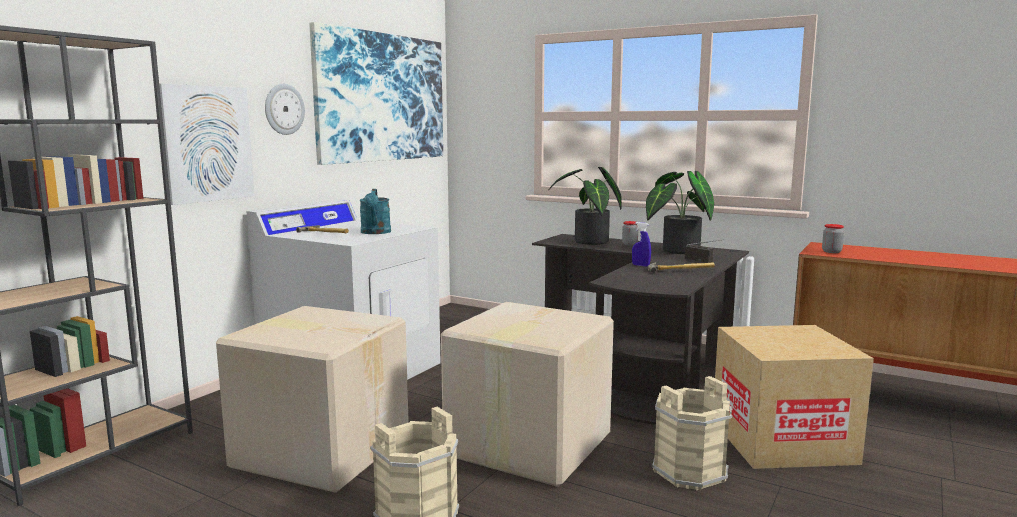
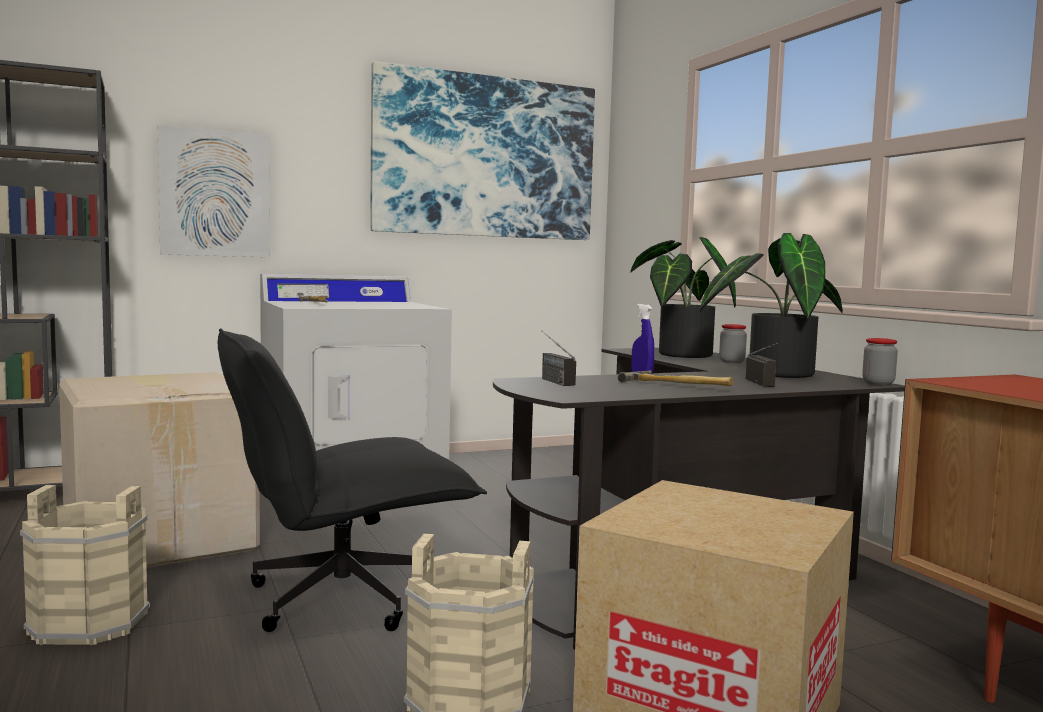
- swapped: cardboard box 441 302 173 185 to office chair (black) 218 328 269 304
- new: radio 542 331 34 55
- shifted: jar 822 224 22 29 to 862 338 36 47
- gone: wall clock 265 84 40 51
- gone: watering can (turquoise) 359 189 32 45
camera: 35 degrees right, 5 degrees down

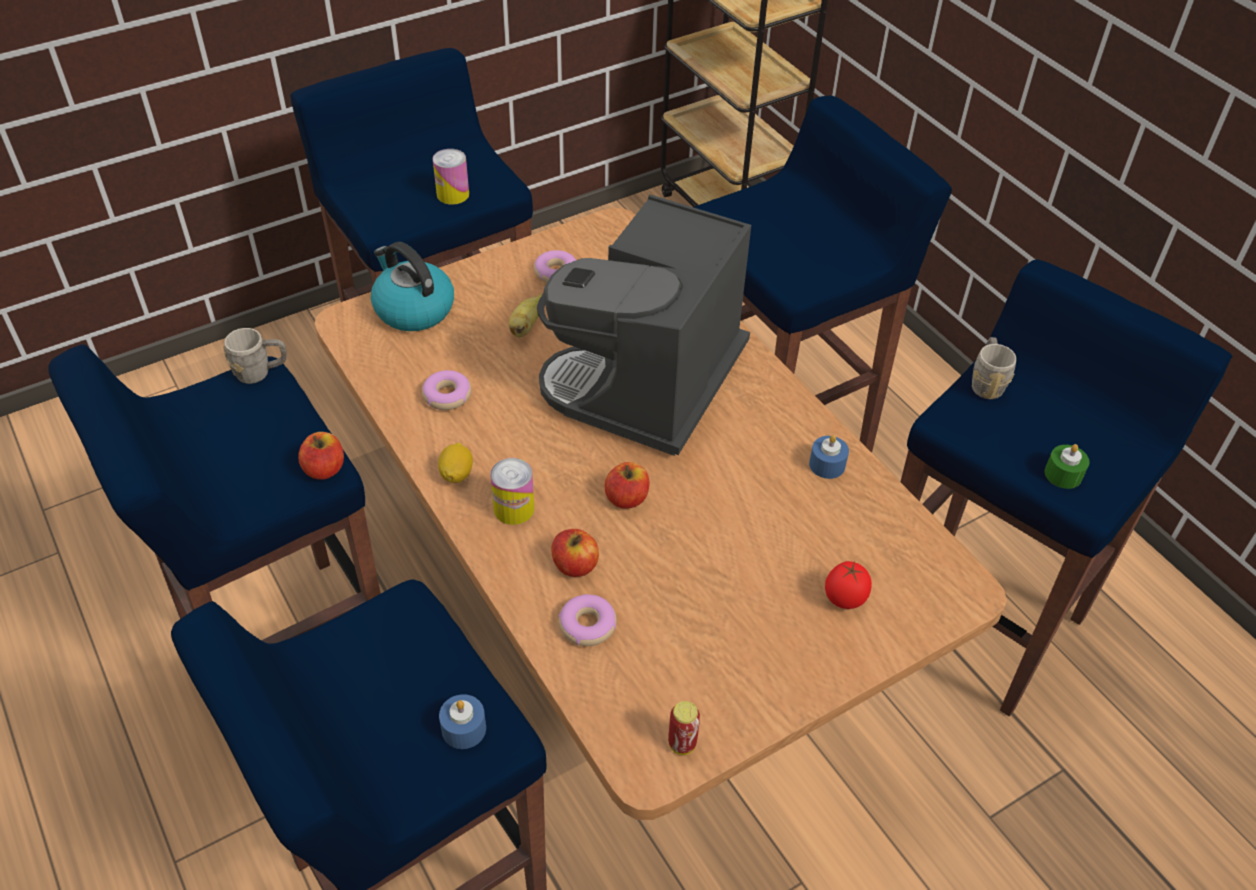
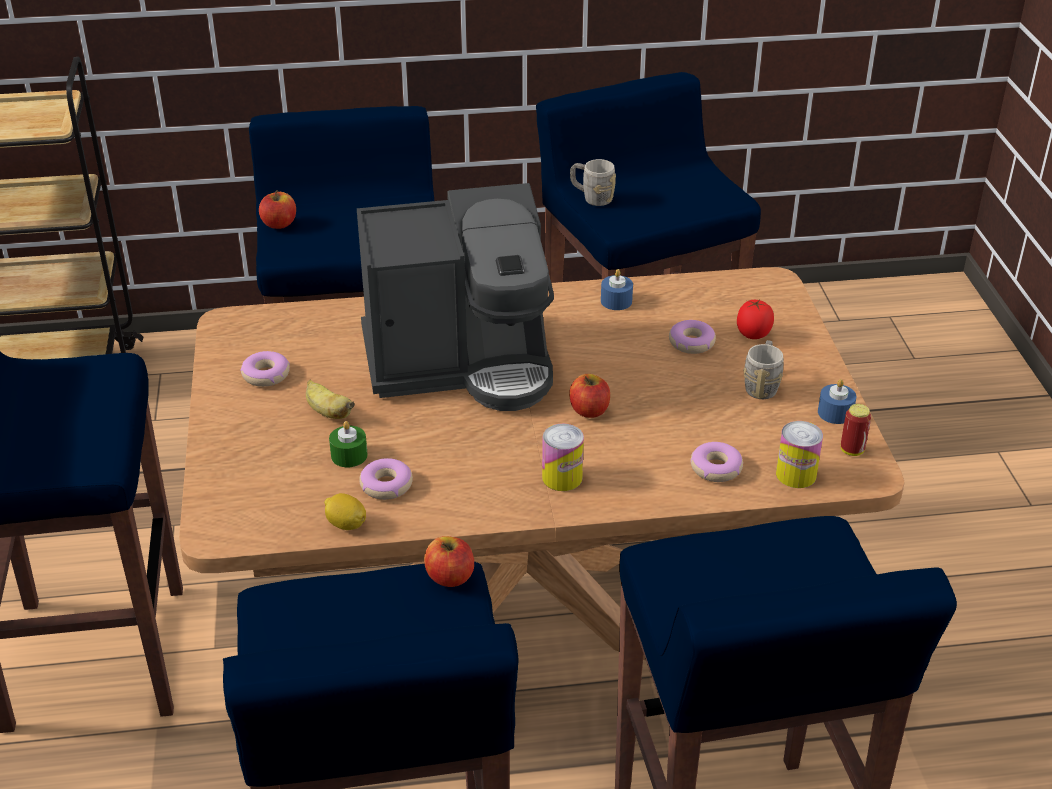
- shifted: apple 551 529 48 48 to 259 190 37 39
- shifted: lemon 438 443 35 40 to 324 493 42 37
- shifted: candle (green) 1045 444 45 45 to 329 421 39 46
- rotated: coffee machine 537 194 214 262 = 357 183 197 228 60 degrees counterclockwise
- new: donut 669 320 47 34
- shifted: mug (grey) 223 328 64 56 to 743 340 41 59
- shifted: can 433 149 36 56 to 776 421 47 67
- shifted: candle (blue) 439 694 47 55 to 818 379 38 45
- gone: kettle 371 242 83 89
camera: 65 degrees left, 10 degrees down

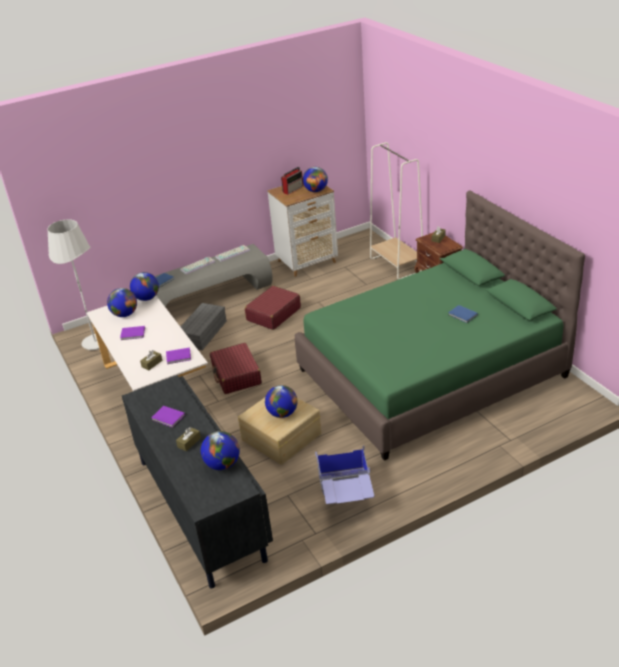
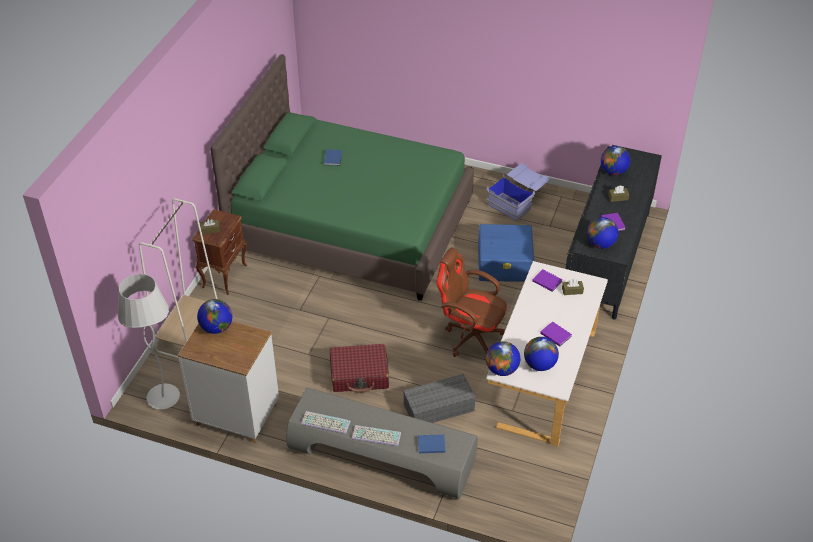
- shifted: floor lamp (white) 47 219 53 131 to 118 274 62 136
- swapped: suitcase (red) 210 343 52 51 to office chair (brown) 437 247 70 110
- repainted: storage box (beige) 238 398 84 67 to storage box (blue) 478 224 56 58
- shifted: globe 265 385 33 33 to 587 217 32 32
- gone: radio 281 167 22 28
camera: 135 degrees left, 10 degrees up

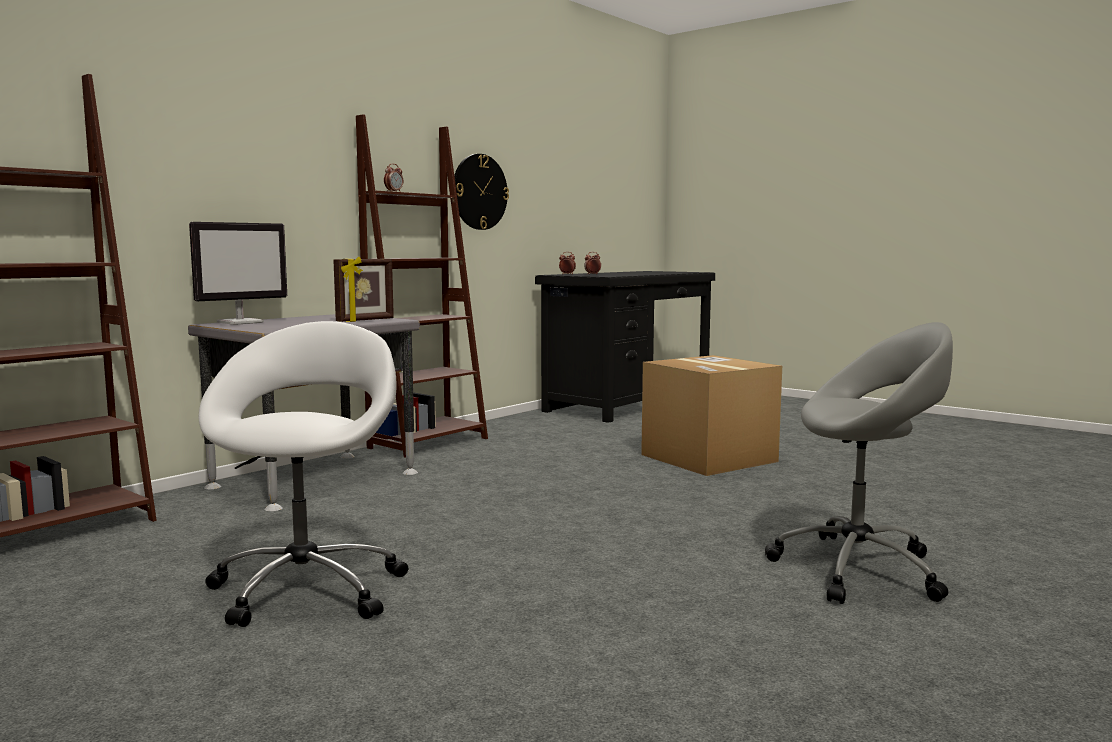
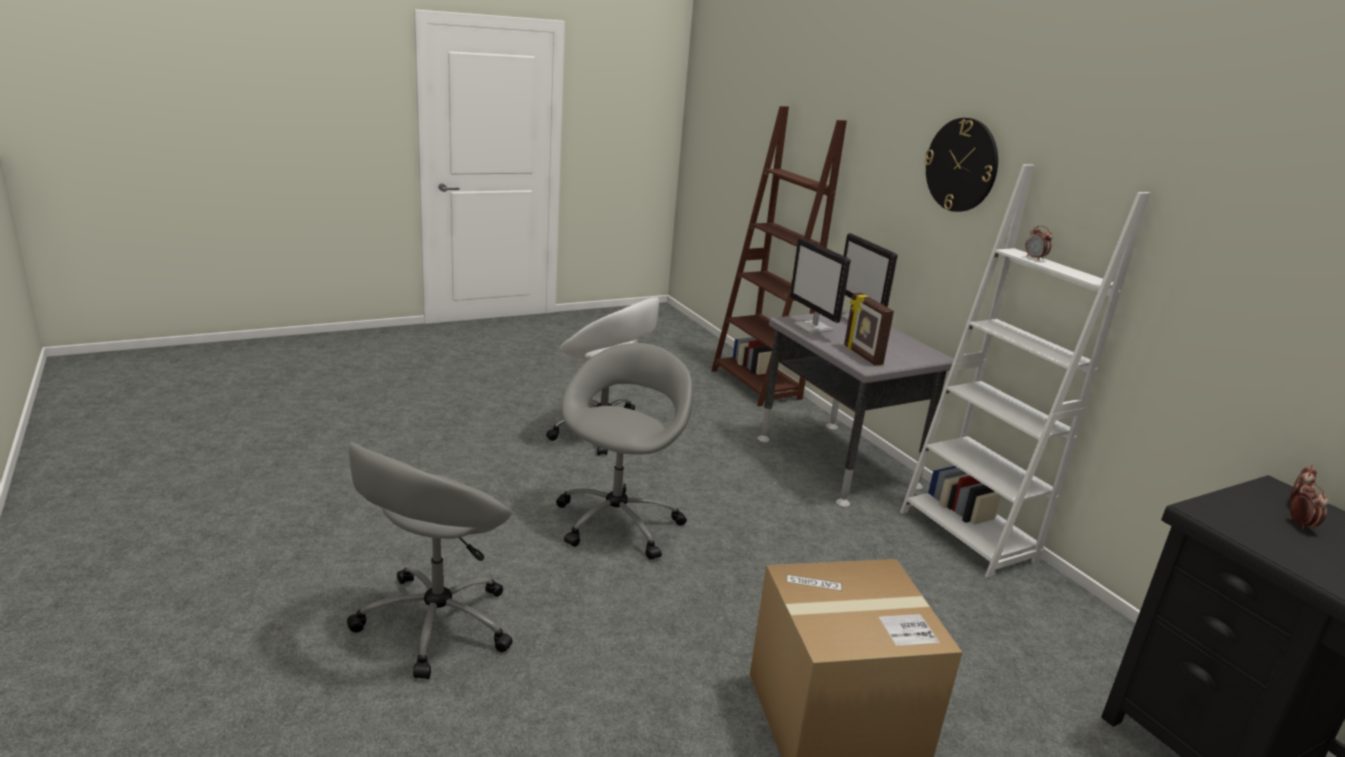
- new: office chair (grey) 556 343 137 217
- new: monitor 790 237 61 97
- repainted: bookcase (brown) 356 114 132 344 to bookcase (white) 900 165 250 413
- shifted: wall clock 454 154 55 76 to 924 118 74 94
camera: 110 degrees right, 15 degrees up

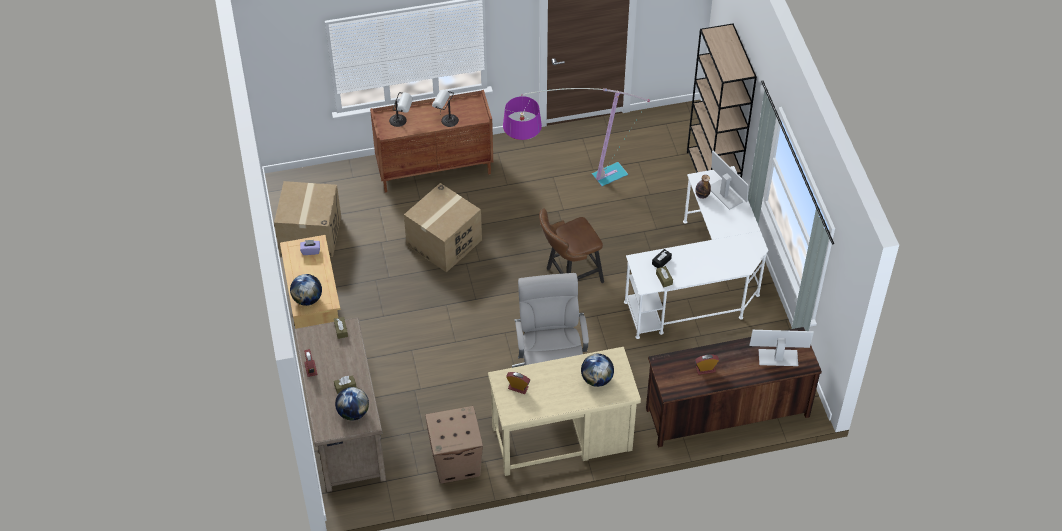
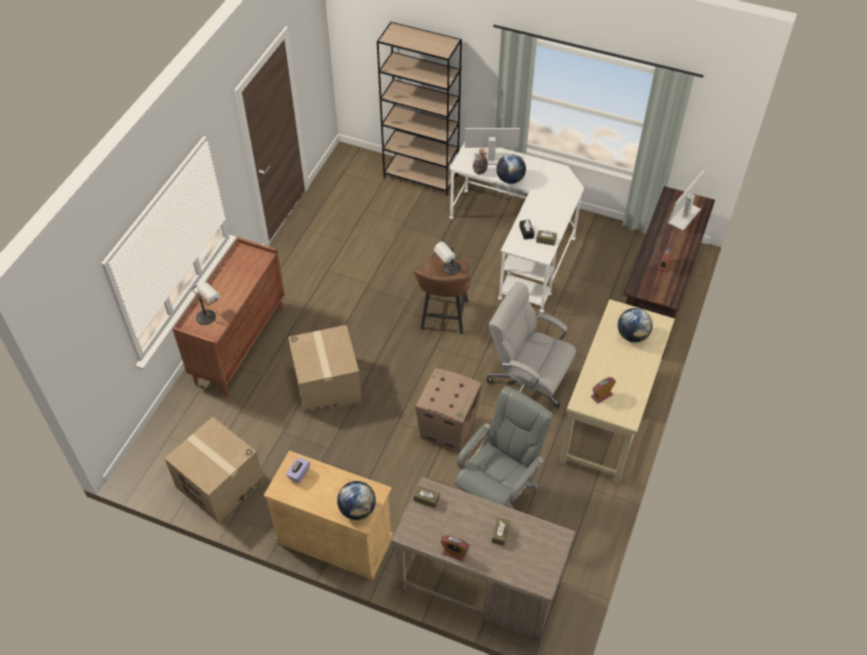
- shifted: cardboard box 425 406 58 78 to 415 368 67 84
- shifted: table lamp 432 90 27 37 to 434 240 28 35
- new: office chair (grey) 454 386 99 124
- shifted: globe 335 387 34 33 to 496 154 30 30
- gone: floor lamp 503 88 147 98
camera: 55 degrees left, 0 degrees up

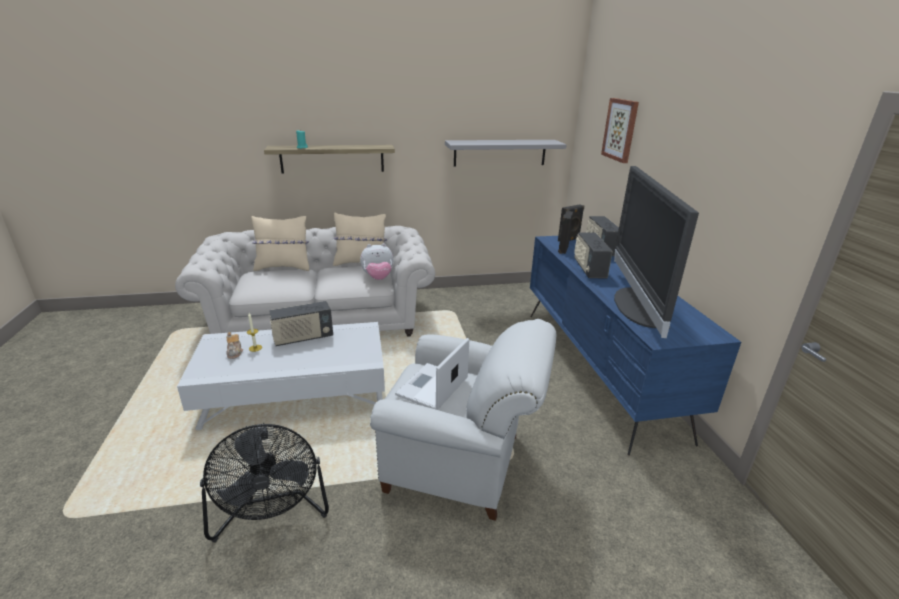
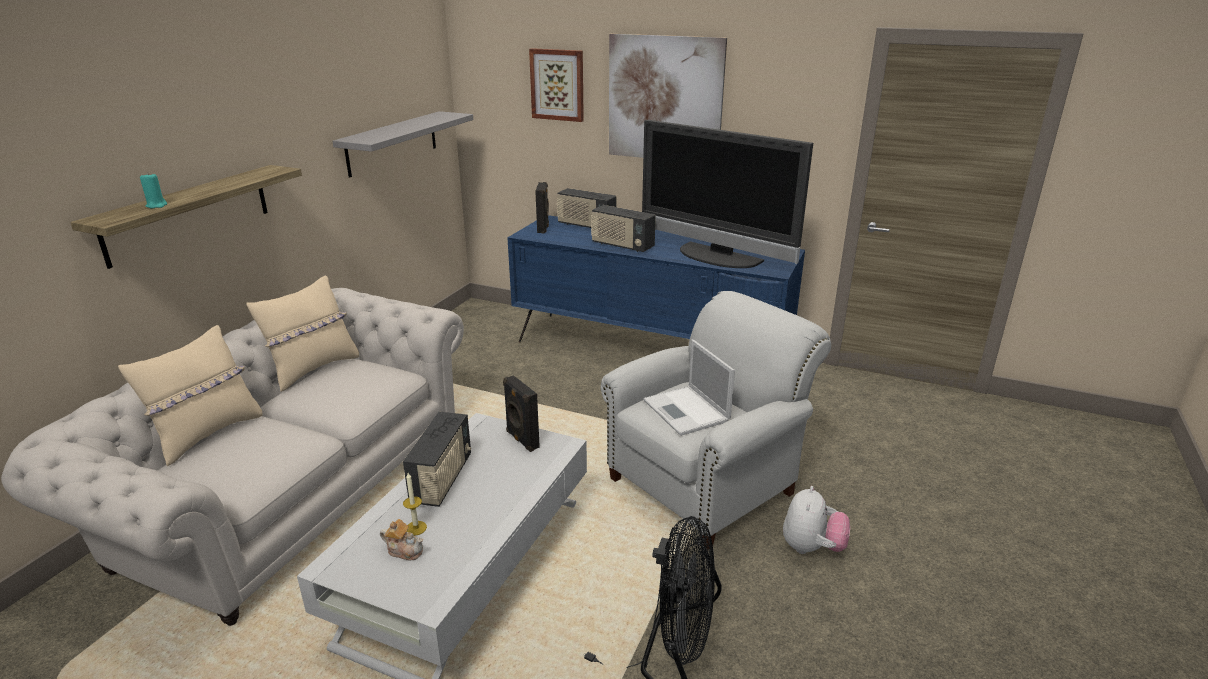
- shifted: speaker (black) 558 211 15 43 to 503 375 37 77
- new: picture 609 34 118 124
- shifted: plush toy 360 243 33 37 to 783 486 67 68
camera: 55 degrees left, 0 degrees up

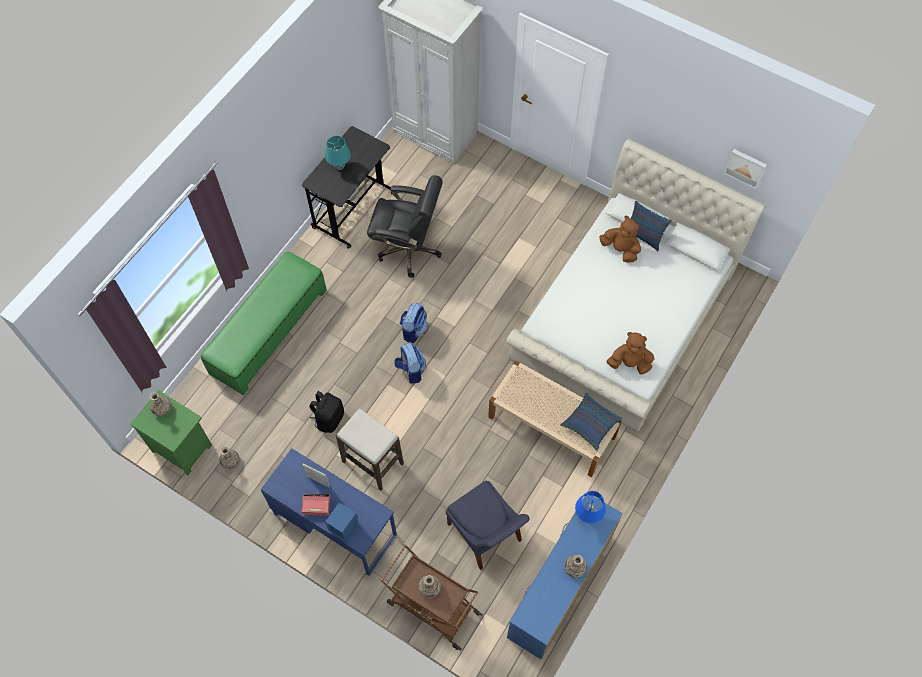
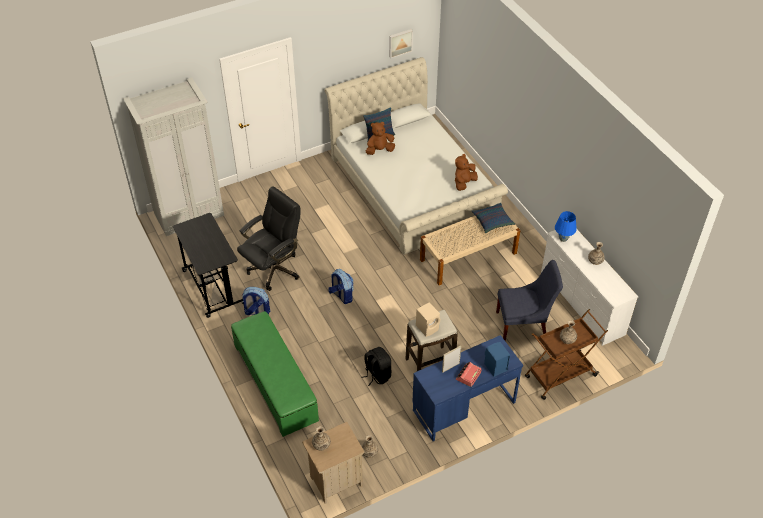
- shifted: backpack 394 342 32 42 to 241 287 29 28
- repainted: nightstand (green) 130 390 82 85 to nightstand (beige) 302 422 63 82
- new: speaker (beige) 416 302 24 35
- repainted: dresser (blue) 507 495 116 164 to dresser (white) 541 229 97 117
- gone: table lamp (turquoise) 325 136 26 34
camera: 60 degrees left, 15 degrees down

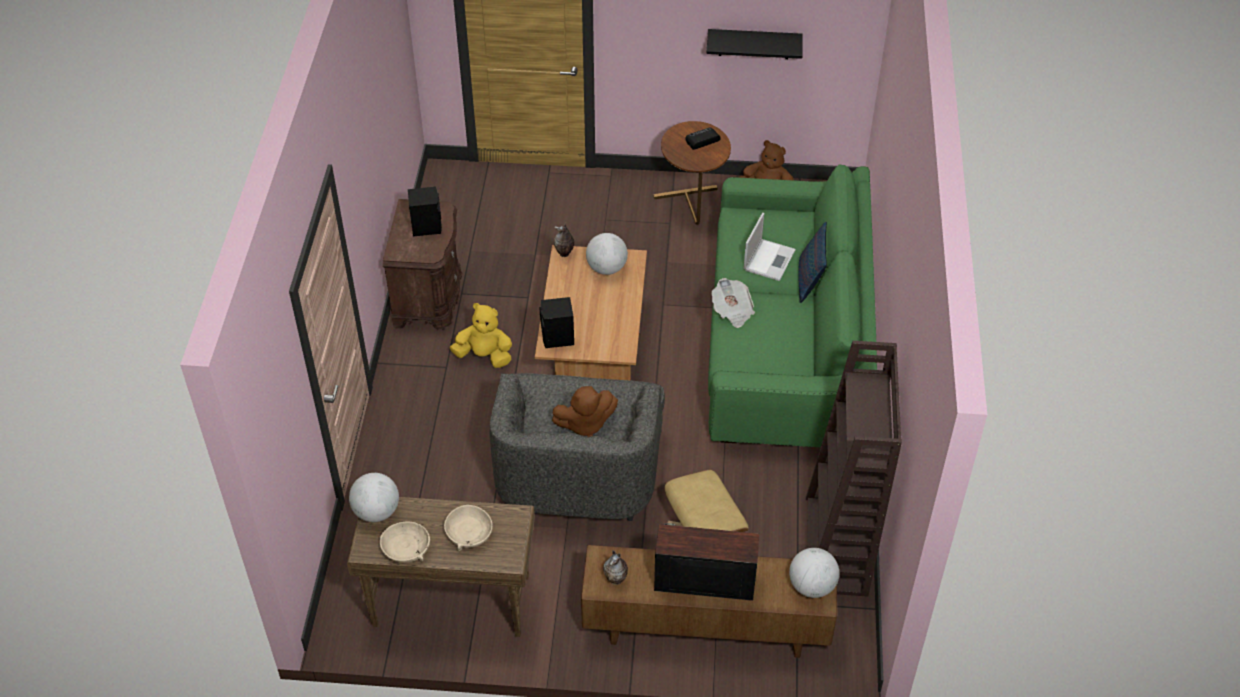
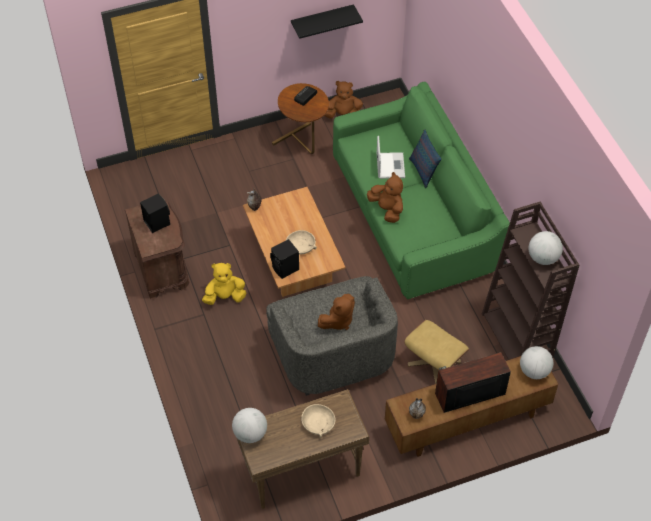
- shifted: bowl (beige) 380 521 50 42 to 286 230 31 25
- swapped: newspaper 711 278 44 50 to plush toy (brown) 367 172 36 51
- shifted: globe 586 233 42 42 to 529 231 34 34
camera: 25 degrees left, 5 degrees up

